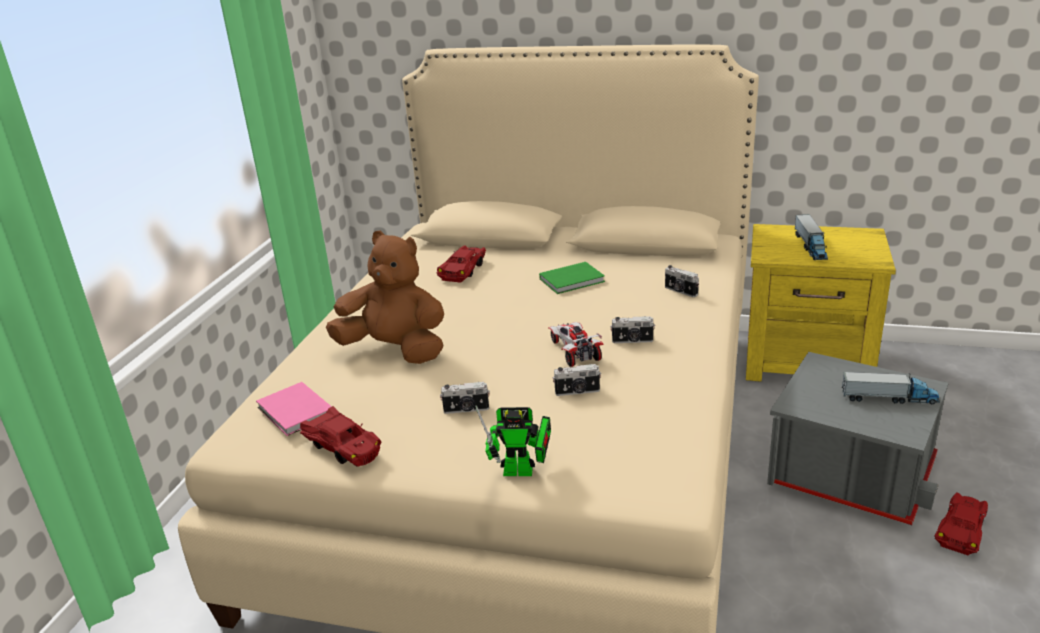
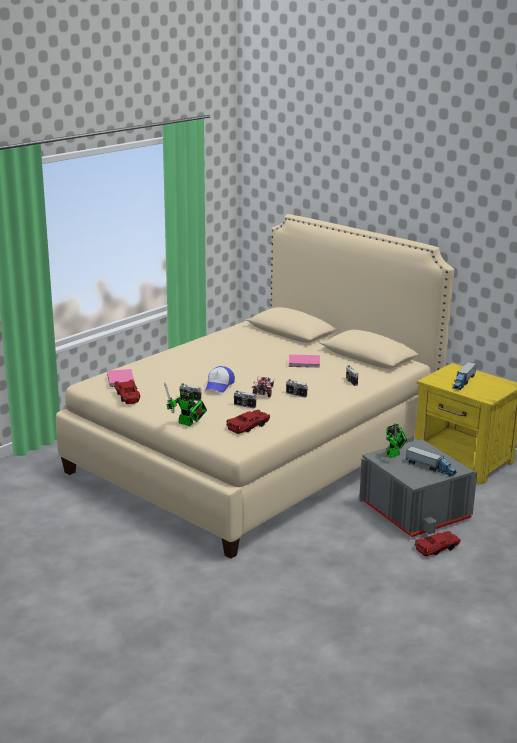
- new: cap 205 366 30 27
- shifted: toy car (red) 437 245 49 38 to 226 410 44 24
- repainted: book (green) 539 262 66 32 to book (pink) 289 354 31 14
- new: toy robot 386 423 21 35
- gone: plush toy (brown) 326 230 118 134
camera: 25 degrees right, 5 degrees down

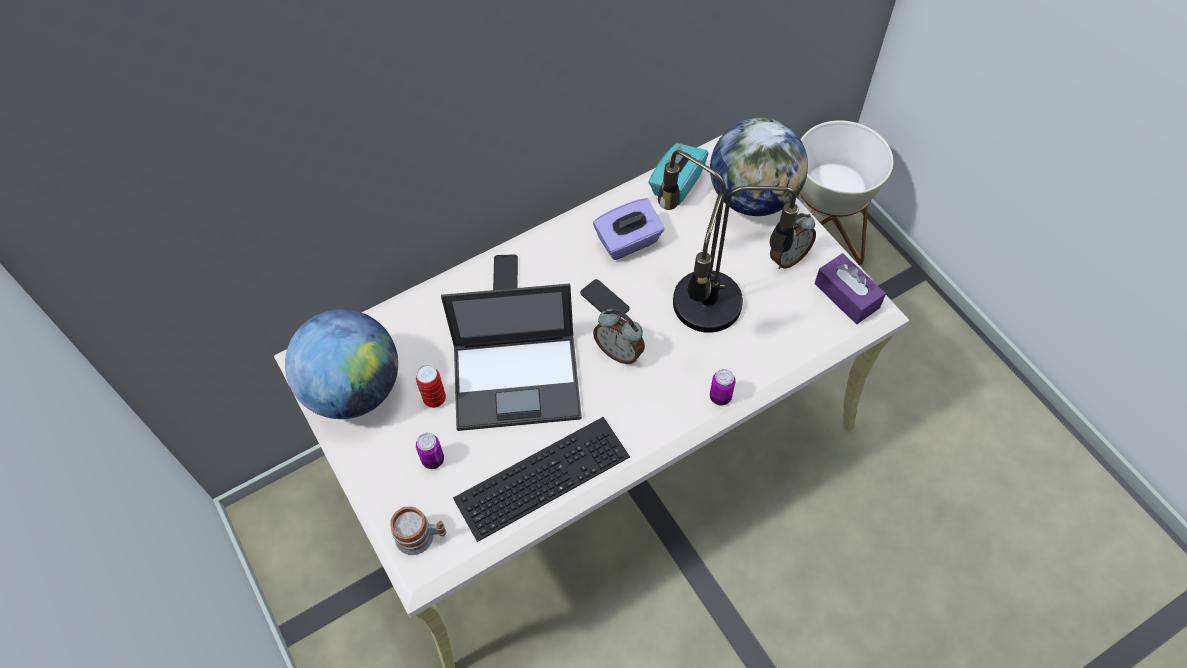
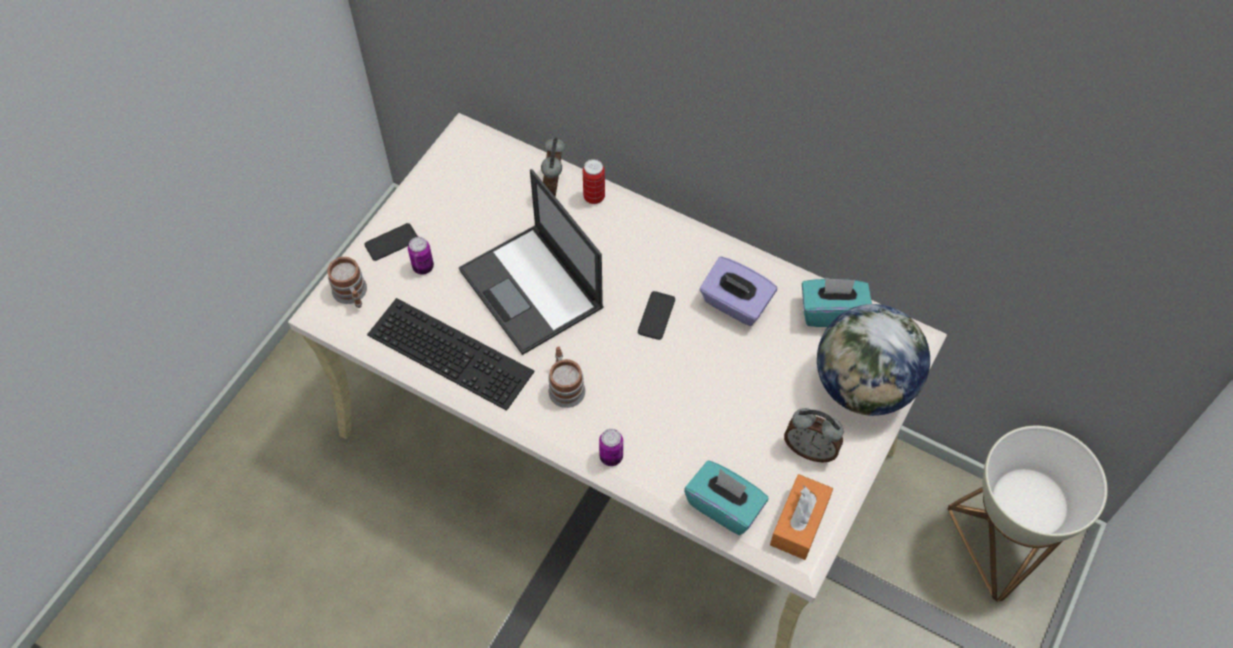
- shifted: phone 493 254 25 36 to 364 223 54 38
- shifted: alarm clock 593 309 52 55 to 541 137 24 60
- new: mug 548 346 37 62
- shifted: can 416 365 30 43 to 583 159 22 45
- new: tissue box (turquoise) 684 460 84 75
- repainted: tissue box (purple) 815 253 71 71 to tissue box (orange) 770 474 63 86
- gone: globe 285 309 113 110
- gone: table lamp 658 150 140 183
camera: 60 degrees right, 0 degrees up

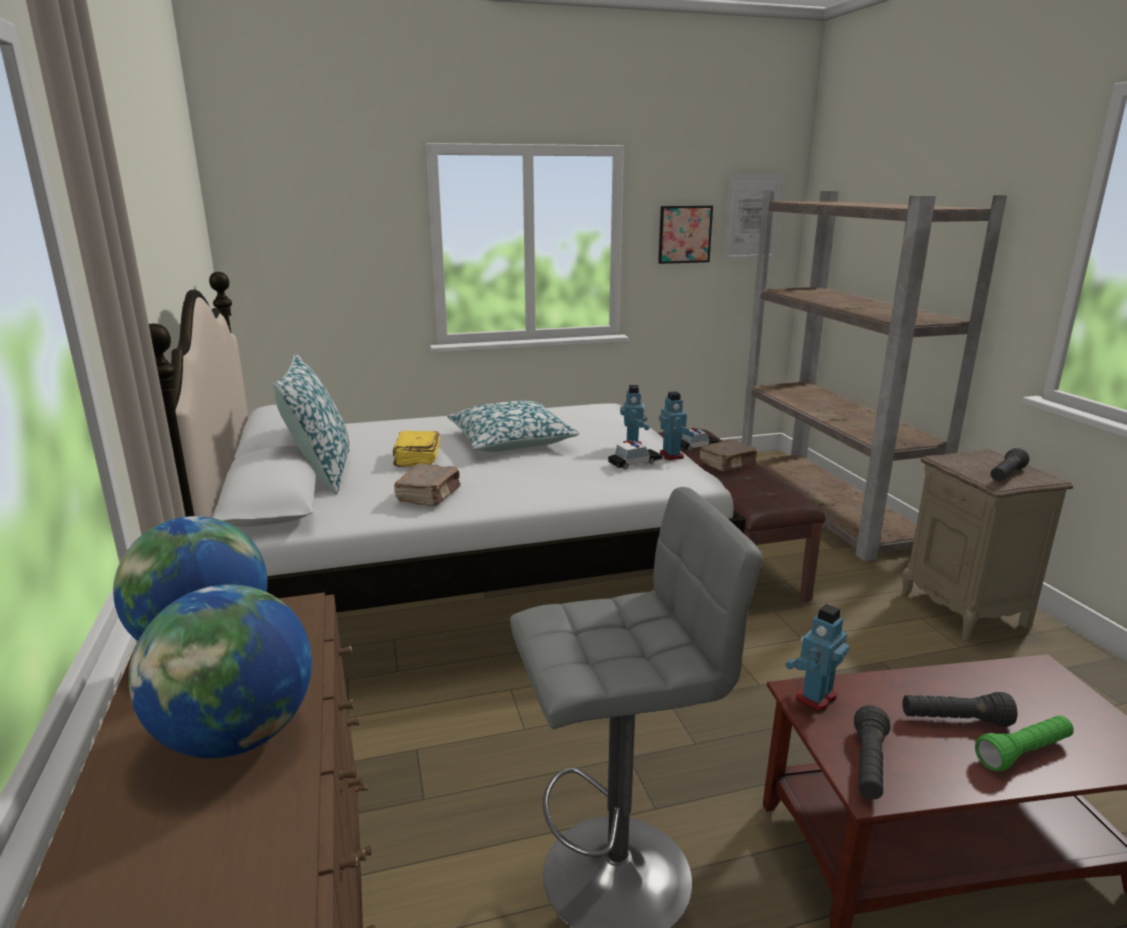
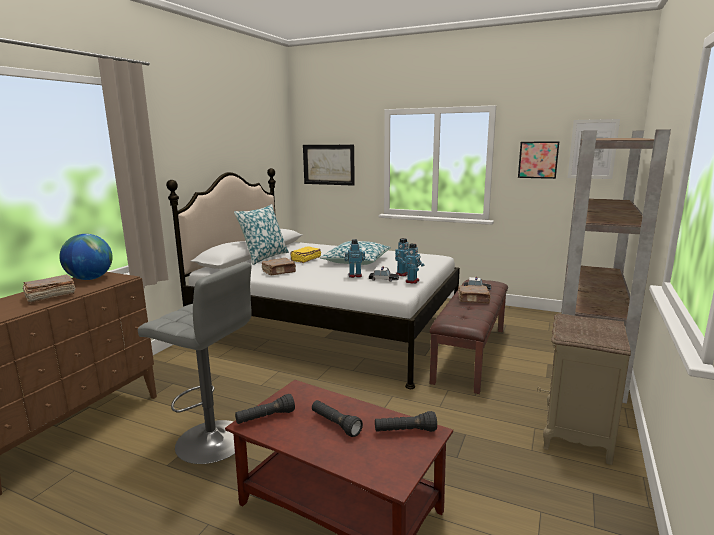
- swapped: globe 129 584 183 174 to book (brown) 23 275 53 29
- new: picture 303 145 52 41
- shifted: toy robot 785 604 64 107 to 344 239 21 39
- shifted: flashlight (black) 991 448 39 33 to 375 411 62 21
- gone: flashlight (green) 975 715 99 56
camera: 40 degrees right, 5 degrees down

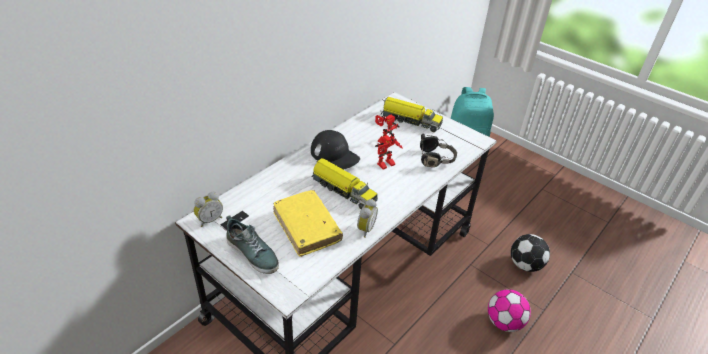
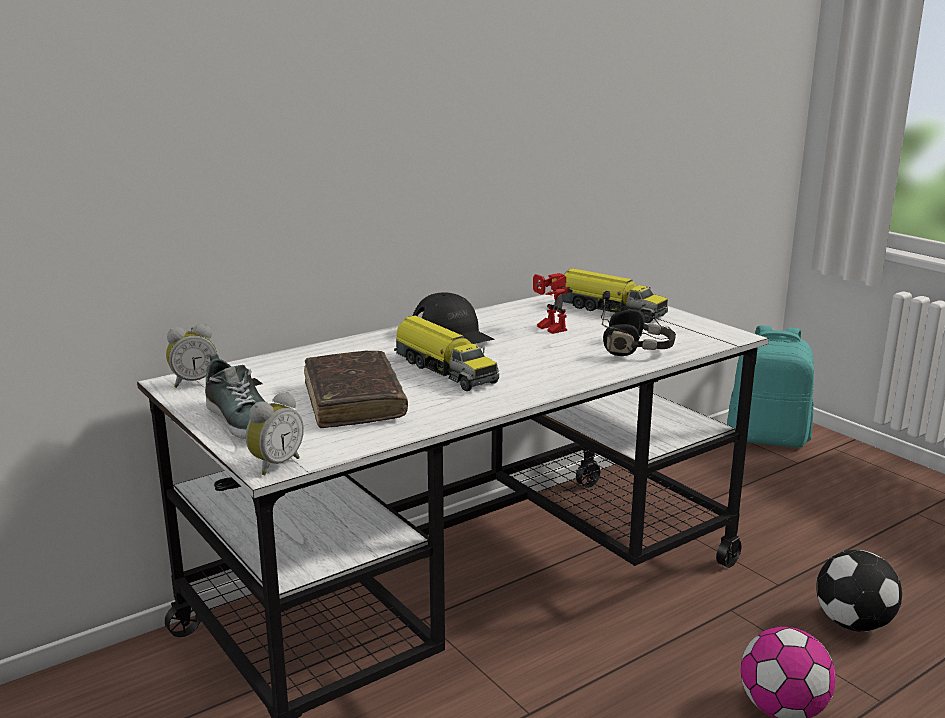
- shifted: alarm clock 357 199 21 39 to 246 392 58 83
- repainted: book (yellow) 273 190 70 67 to book (brown) 304 351 104 77
- gone: toy robot 375 135 28 34
camera: 15 degrees right, 20 degrees down

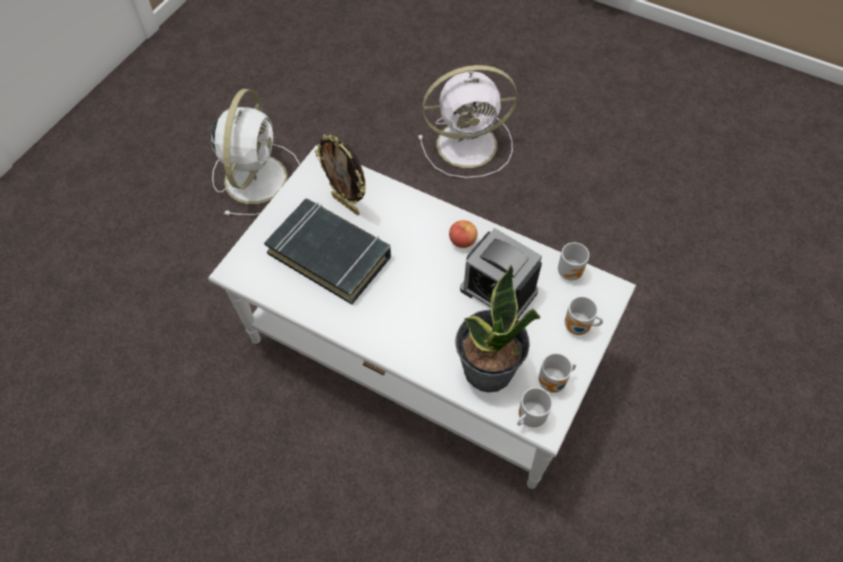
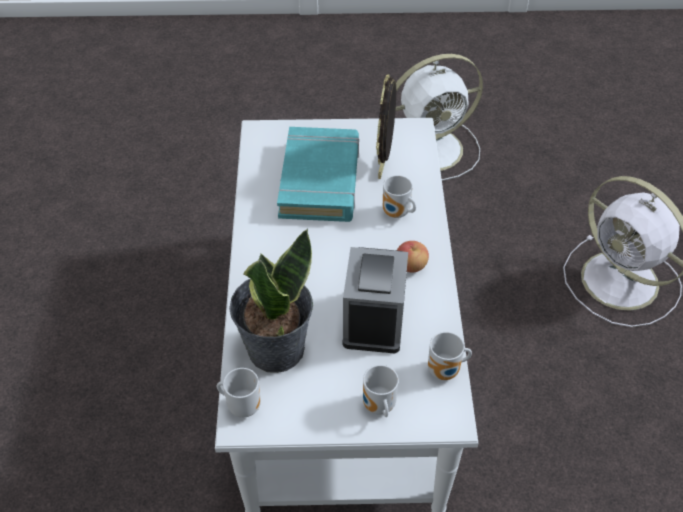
- repainted: book (black) 264 199 127 106 to book (turquoise) 277 127 82 95
- shifted: mug 539 353 37 40 to 383 175 33 43
camera: 60 degrees right, 10 degrees down

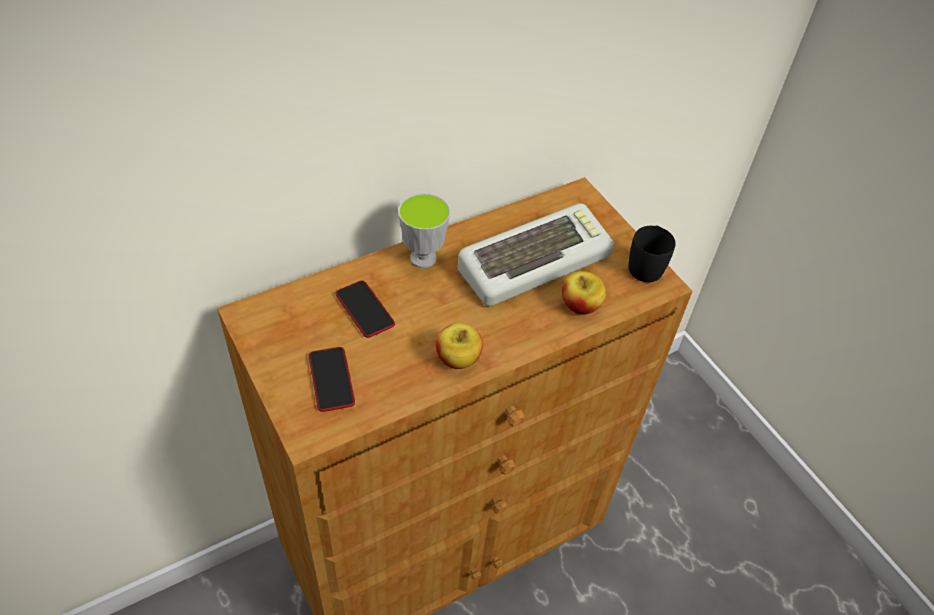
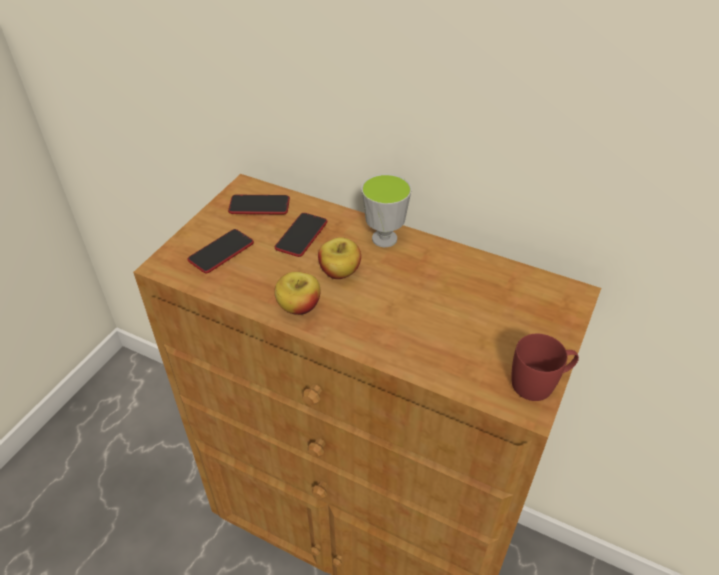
- new: phone 228 195 62 20
- shifted: apple 562 271 44 44 to 318 237 43 42
- repainted: mug (black) 629 225 47 57 to mug (red) 512 334 67 67
- gone: keyboard 458 203 156 103
camera: 60 degrees right, 5 degrees down

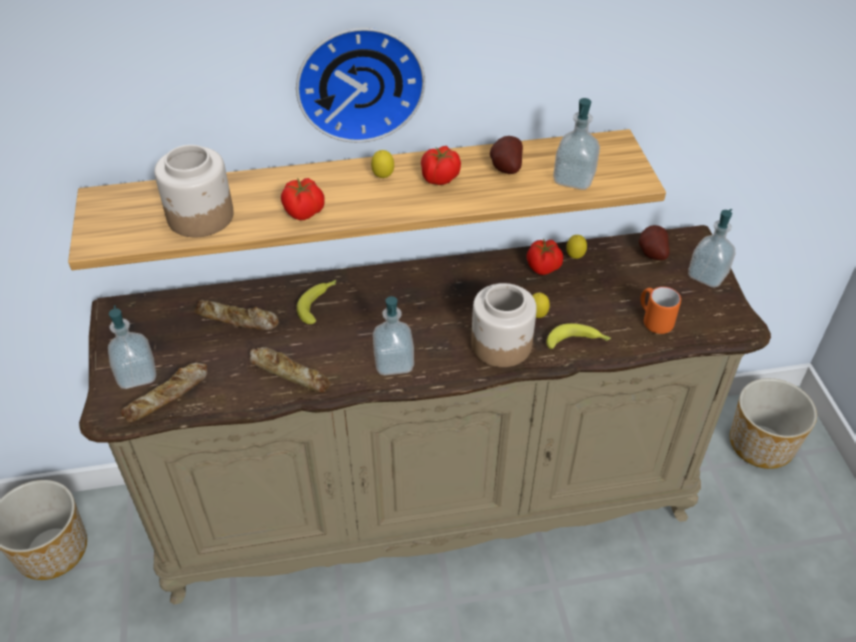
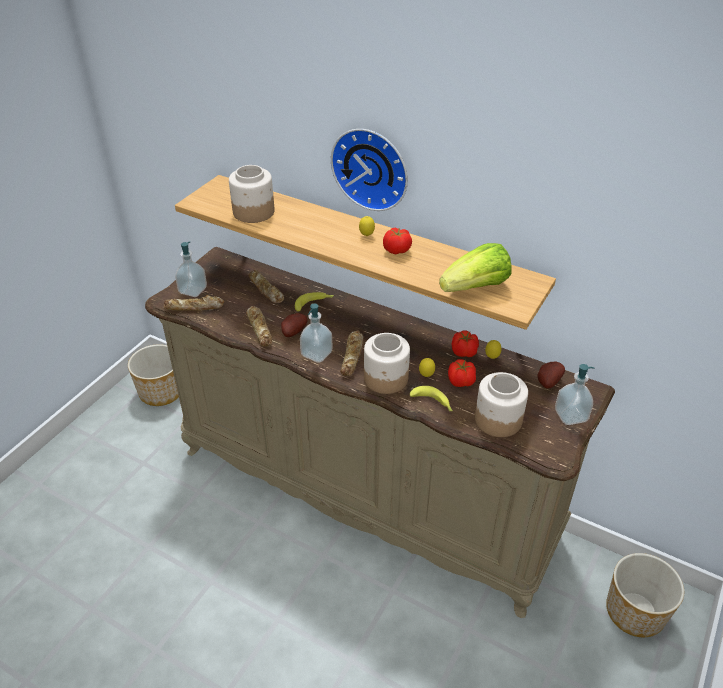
- shifted: potato 490 136 33 38 to 281 313 27 24
- new: bread 340 330 23 46
- swapped: soap dispenser 553 98 47 92 to lettuce 439 243 73 49
- shifted: tomato 281 178 44 42 to 448 359 28 28
- swapped: mug (orange) 641 287 40 47 to jar 475 372 53 65
camera: 40 degrees right, 5 degrees down

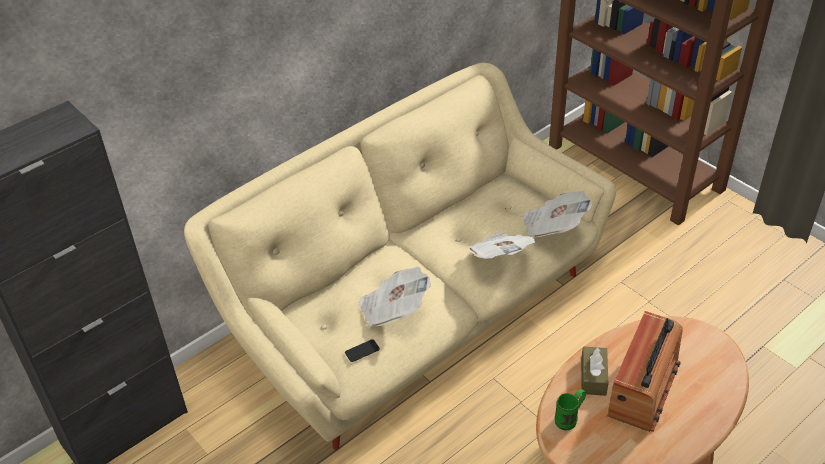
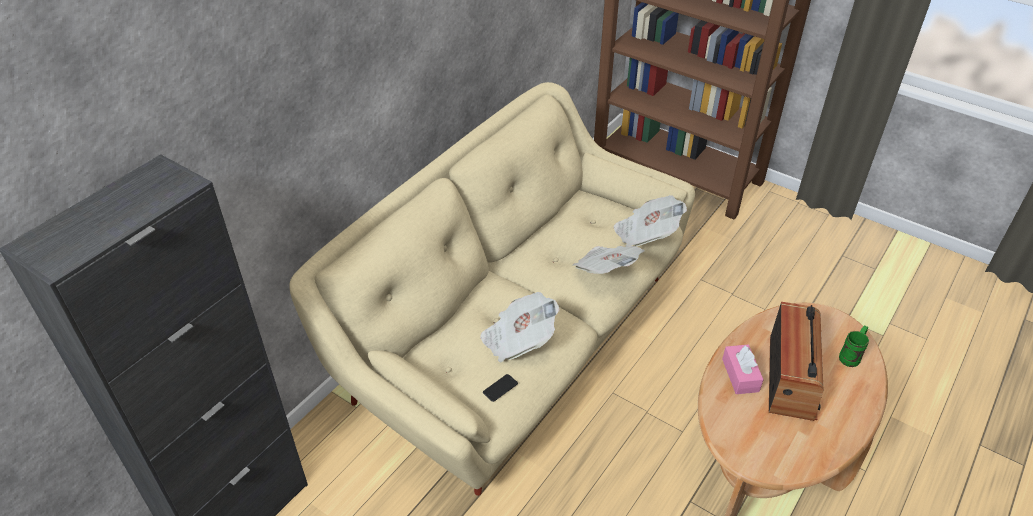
- repainted: tissue box (brown) 581 346 27 50 to tissue box (pink) 722 345 42 49
- shifted: mug (green) 555 389 31 42 to 839 325 30 42
camera: 15 degrees left, 0 degrees up

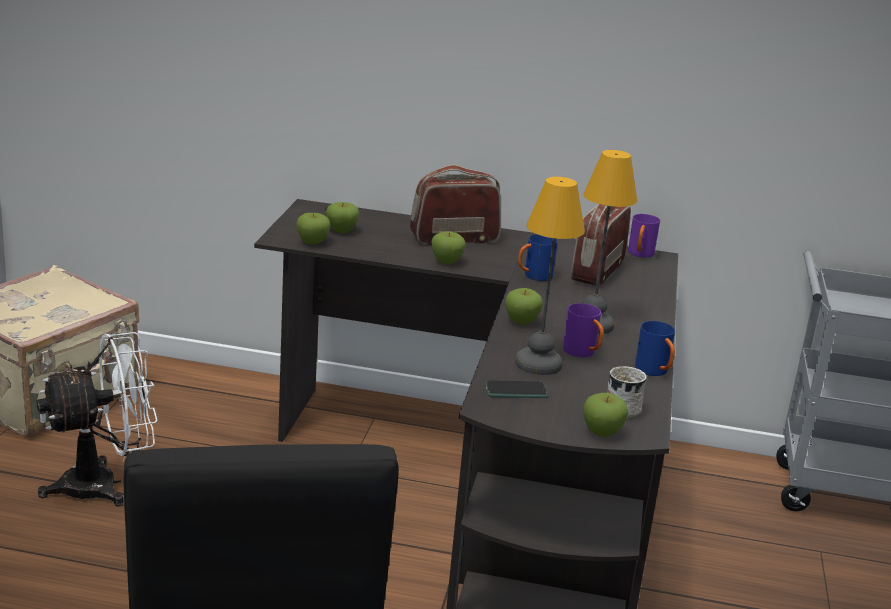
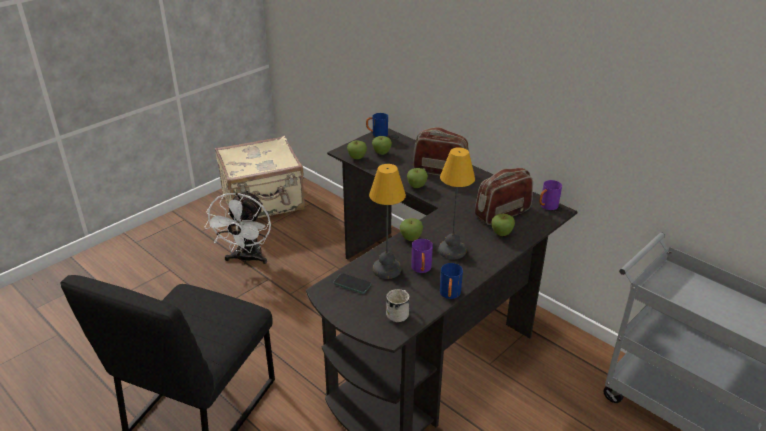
- rotated: fan (white) 37 332 121 175 = 204 190 67 74 90 degrees clockwise
- shifted: mug (blue) 518 234 40 47 to 366 113 22 24
- shifted: apple 583 393 45 44 to 491 214 24 22
camera: 35 degrees right, 10 degrees up

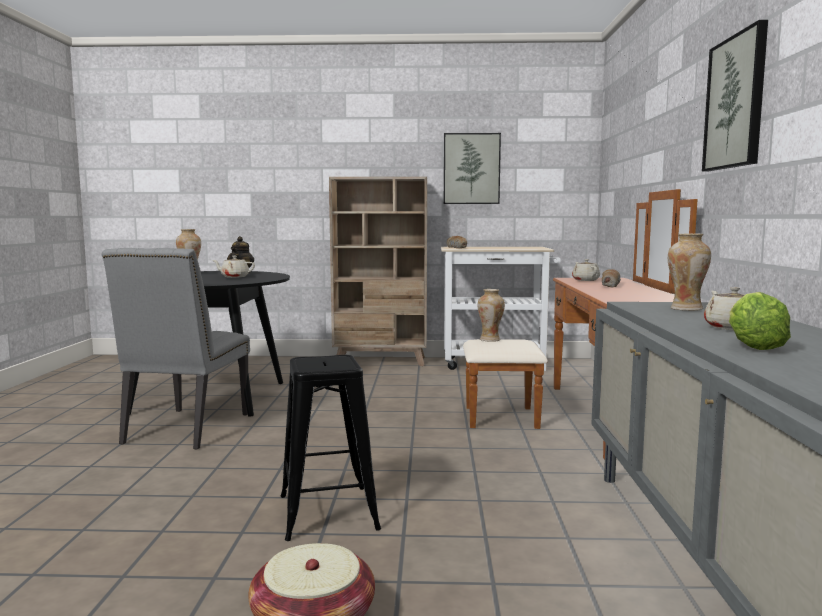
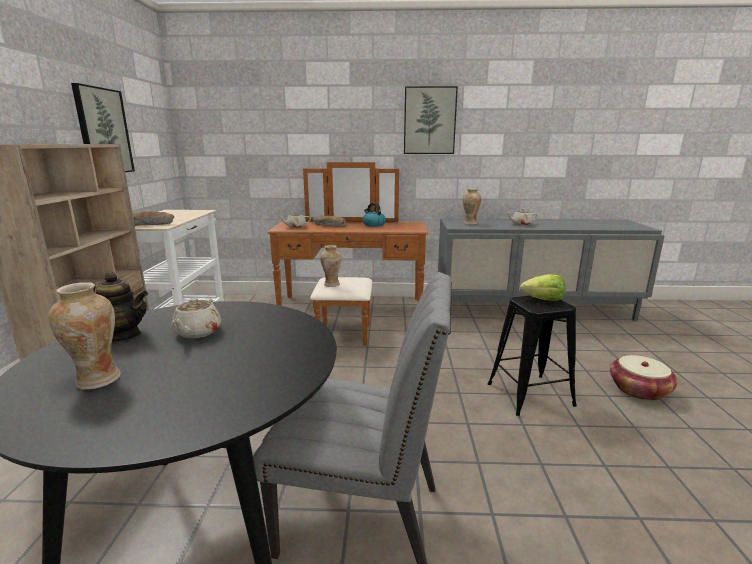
- new: kettle 363 203 23 24
- shifted: lettuce 729 292 62 58 to 520 274 46 27
camera: 90 degrees left, 10 degrees up

